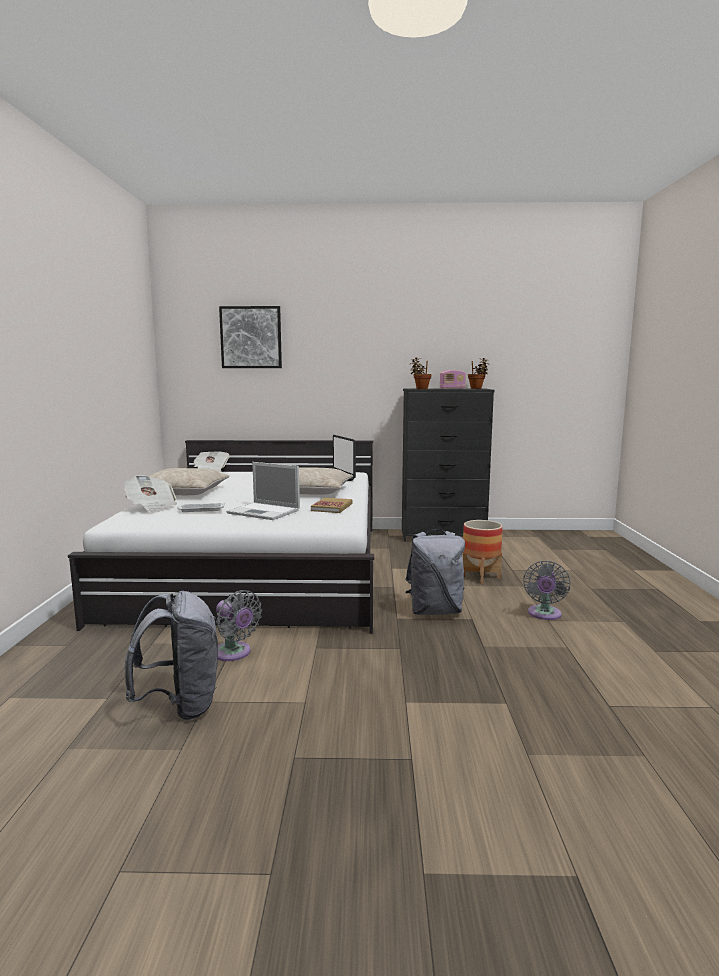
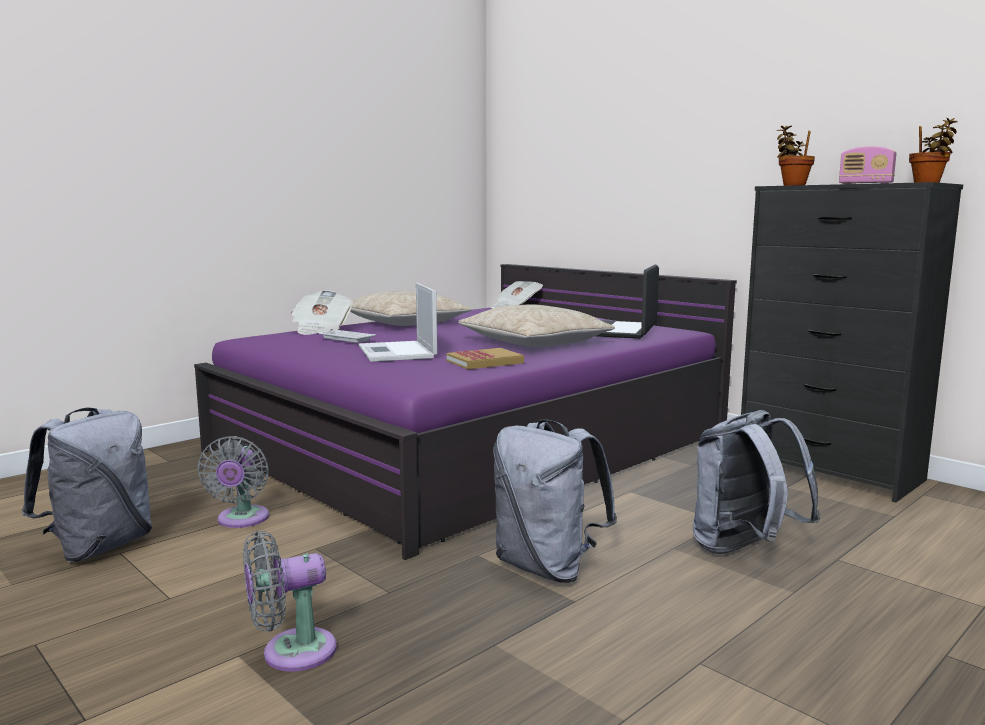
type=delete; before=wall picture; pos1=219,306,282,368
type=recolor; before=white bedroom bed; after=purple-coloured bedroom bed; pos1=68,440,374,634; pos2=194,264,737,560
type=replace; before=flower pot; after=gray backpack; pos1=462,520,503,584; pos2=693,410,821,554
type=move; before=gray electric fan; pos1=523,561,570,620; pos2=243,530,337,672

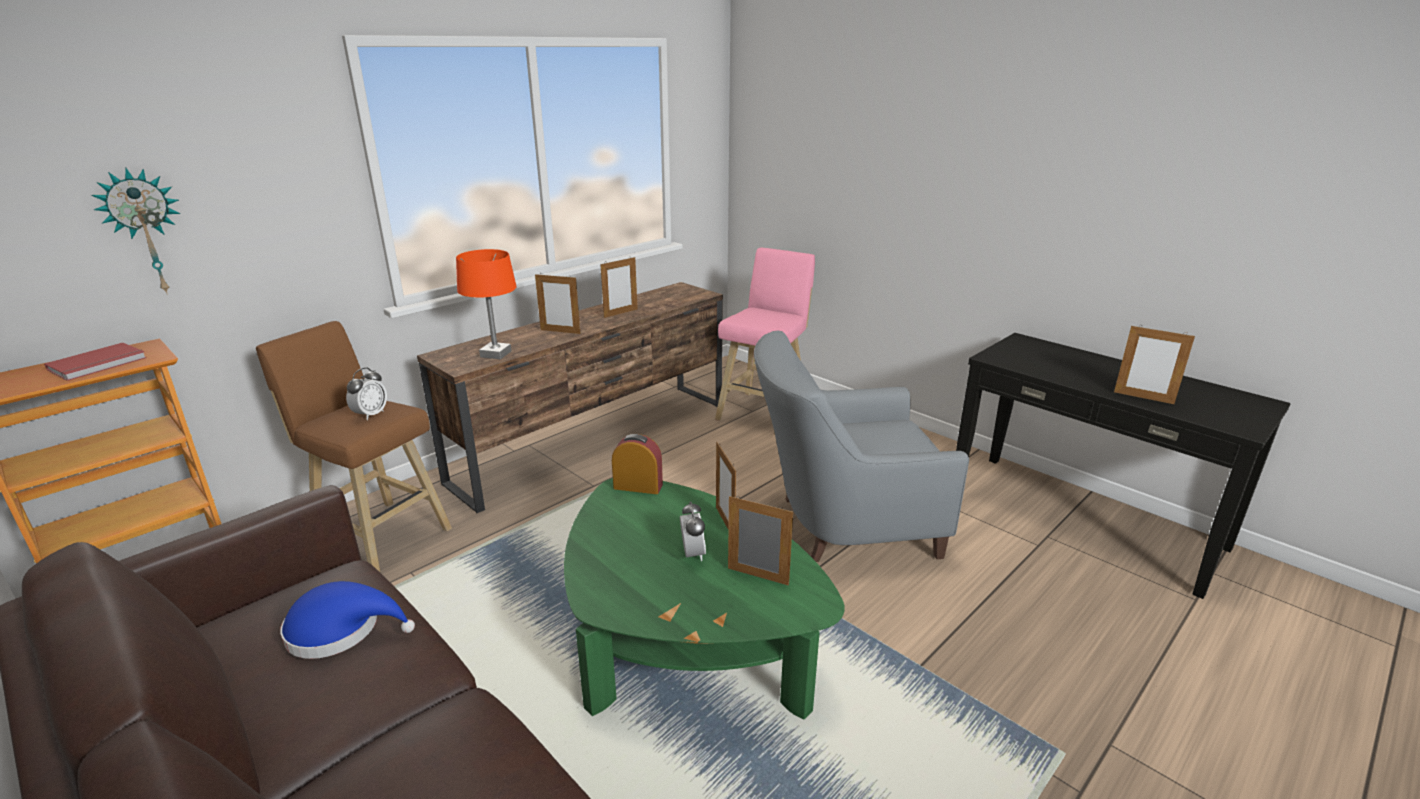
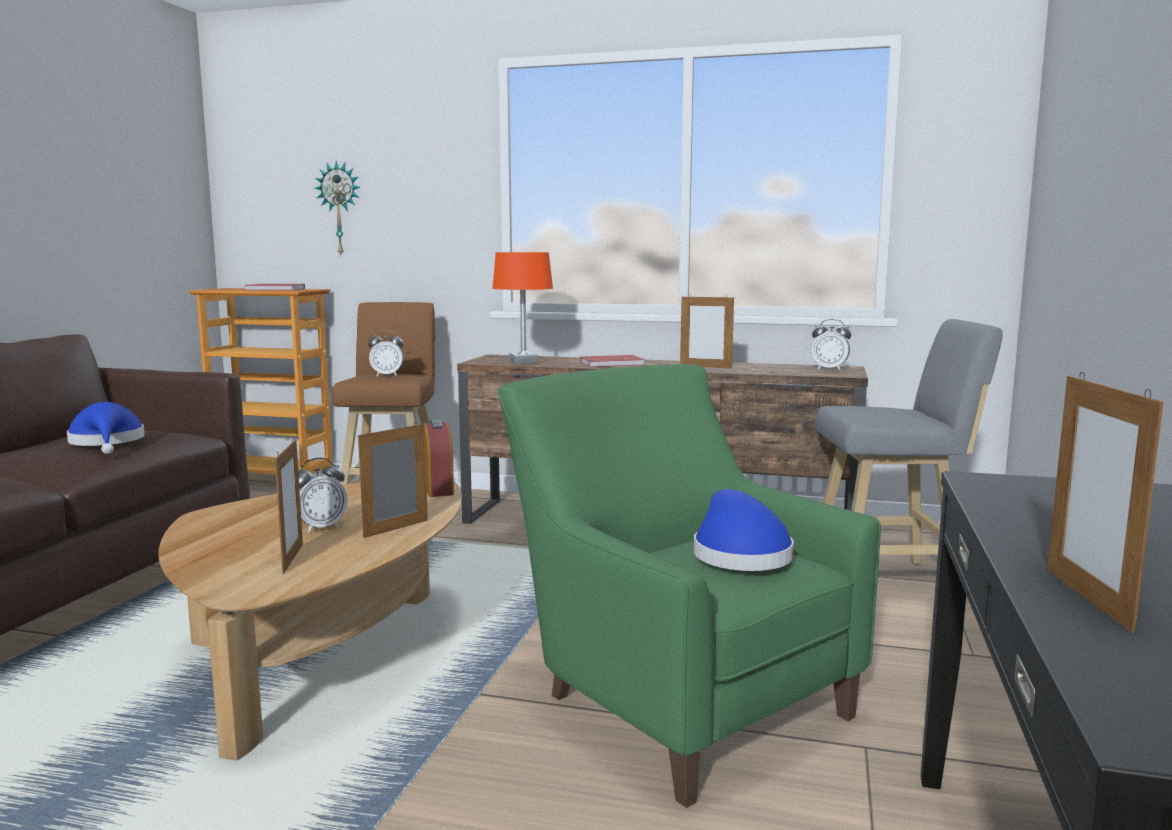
type=recolor; before=pinkish stool seat; after=gray stool seat; pos1=715,248,815,435; pos2=816,319,1003,565
type=replace; before=picture frame; after=reddish volume; pos1=535,274,581,334; pos2=580,355,645,367
type=recolor; before=gray armchair; after=green-coloured armchair; pos1=754,331,969,562; pos2=498,364,881,808
type=recolor; before=green-coloured low table; after=brown-coloured low table; pos1=564,478,845,720; pos2=159,482,462,761
type=insert; after=table clock; pos2=812,319,851,371
type=insert; after=blue hat; pos2=694,489,794,571

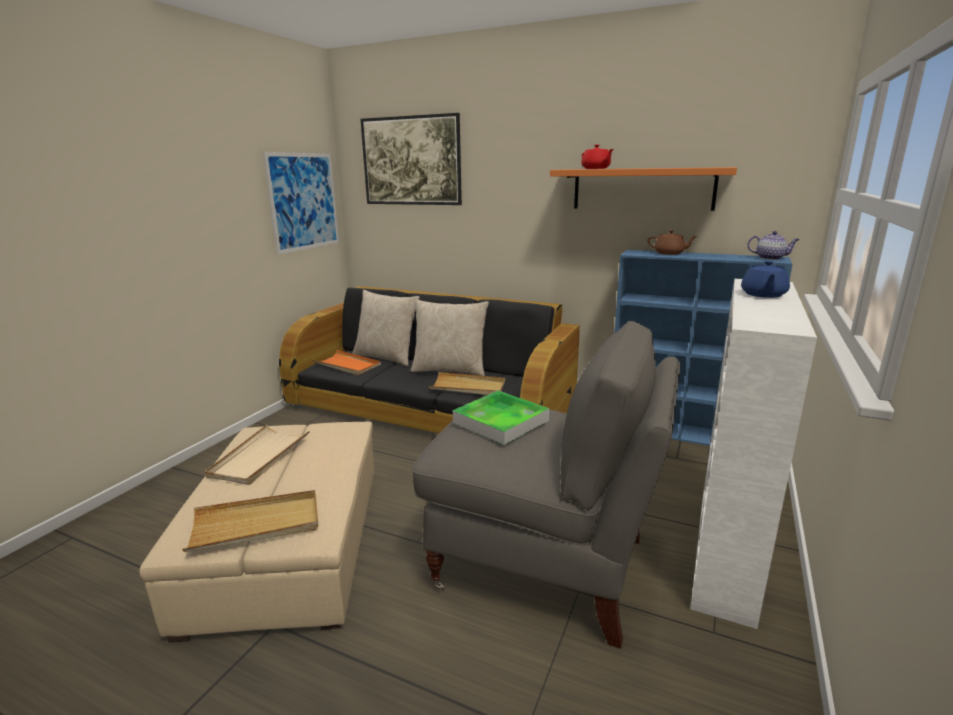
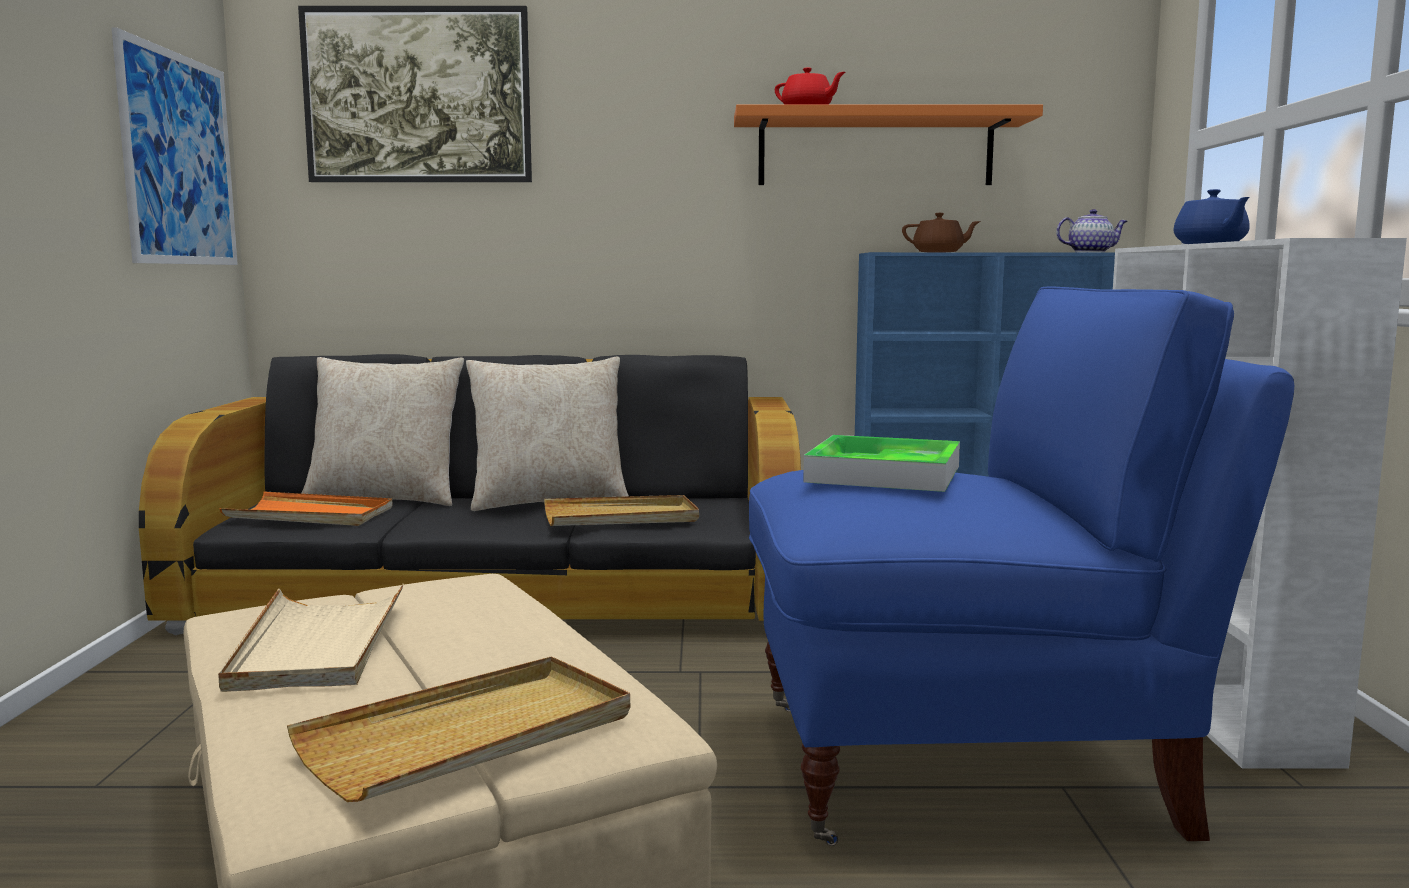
type=recolor; before=gray armchair; after=blue armchair; pos1=412,320,681,649; pos2=749,287,1294,846

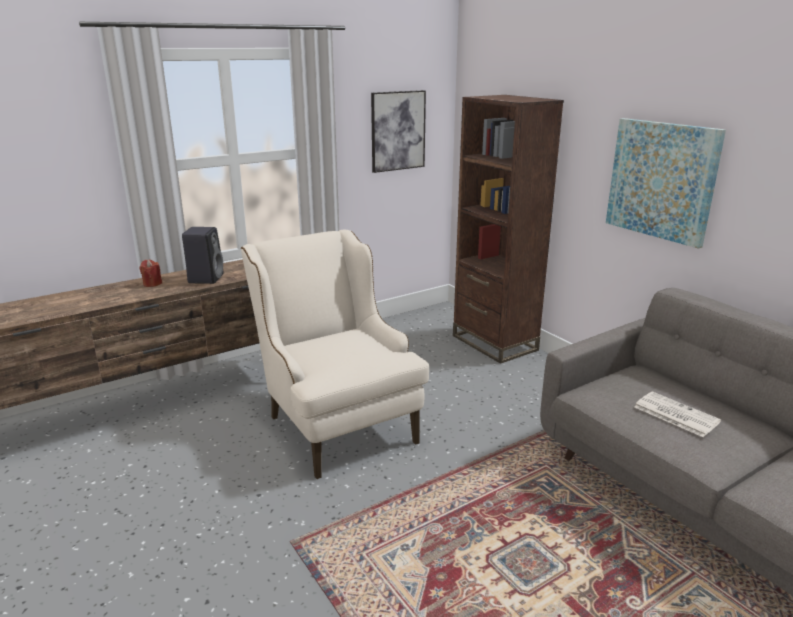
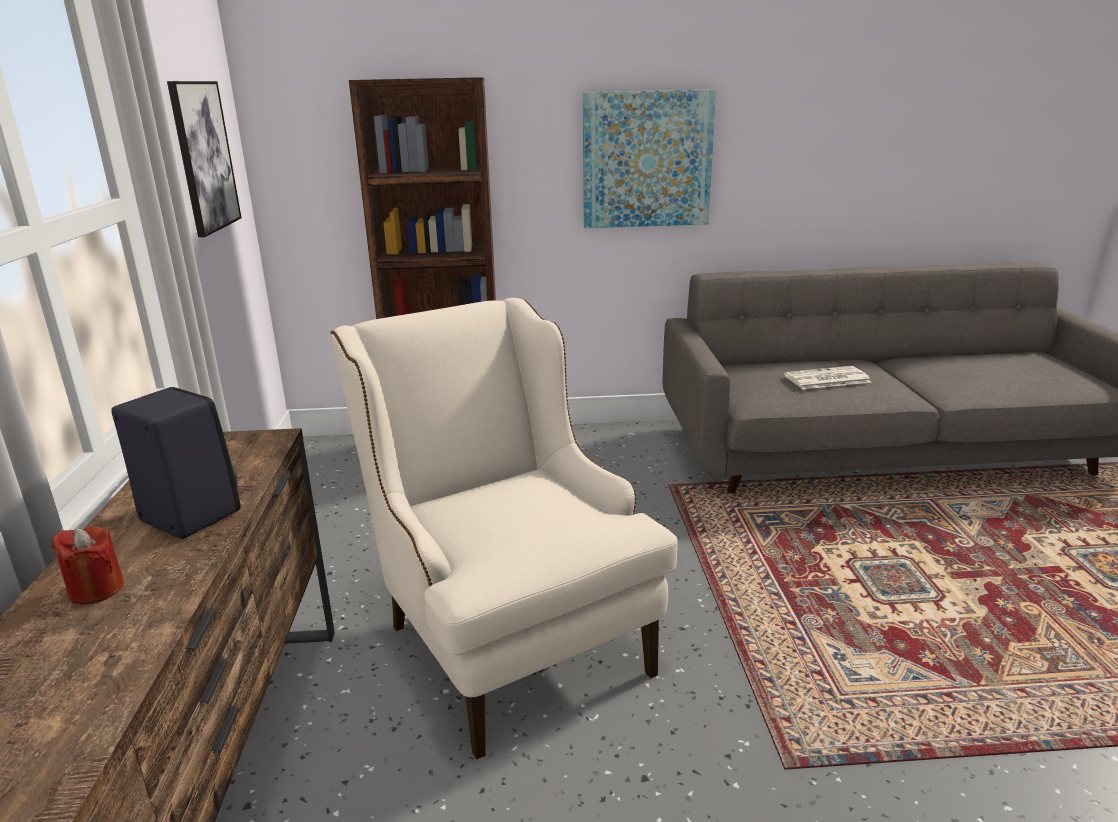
type=rotate; before=beige-coloured armchair; pos1=241,230,429,479; pos2=331,298,677,759; turn=60

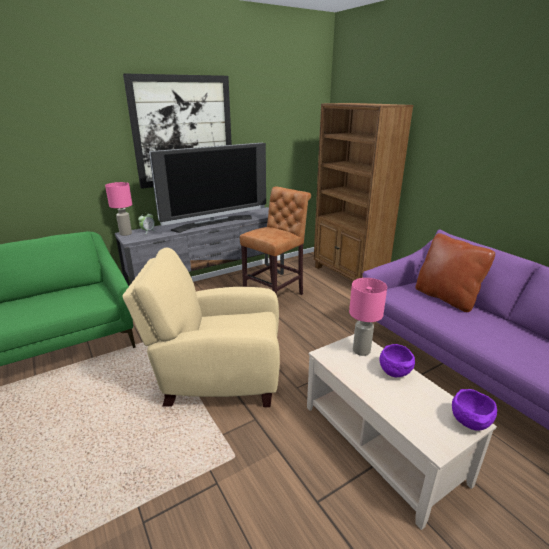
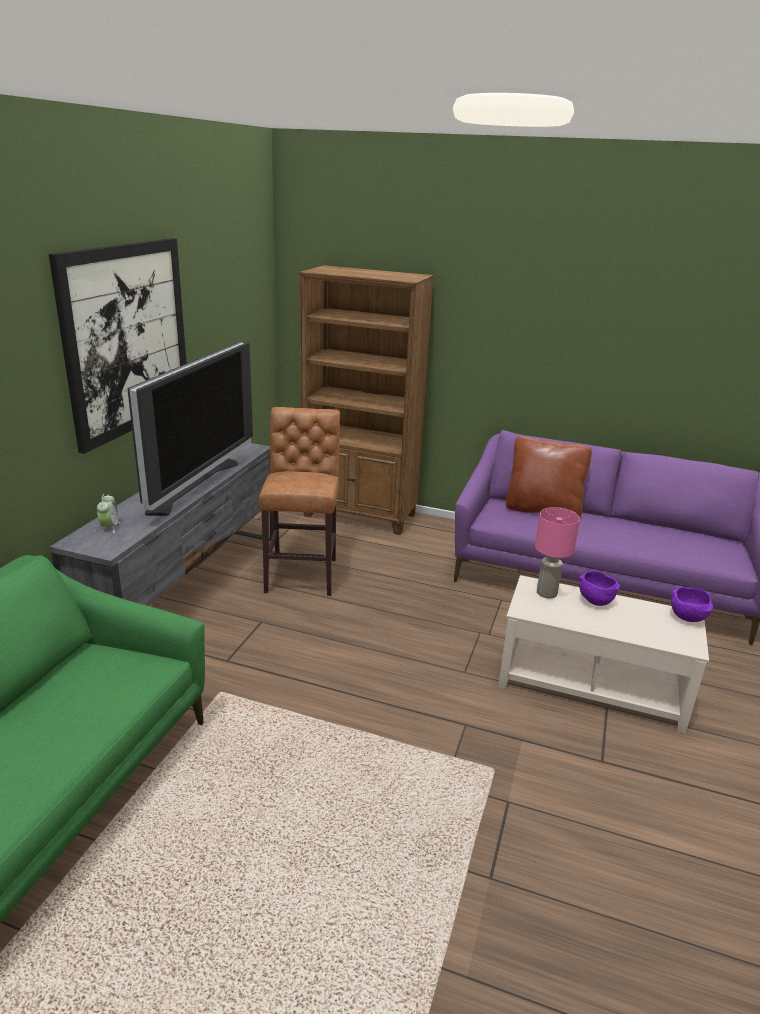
type=delete; before=pinkish tabletop lamp; pos1=105,182,132,236
type=delete; before=beige-coloured armchair; pos1=122,248,280,407

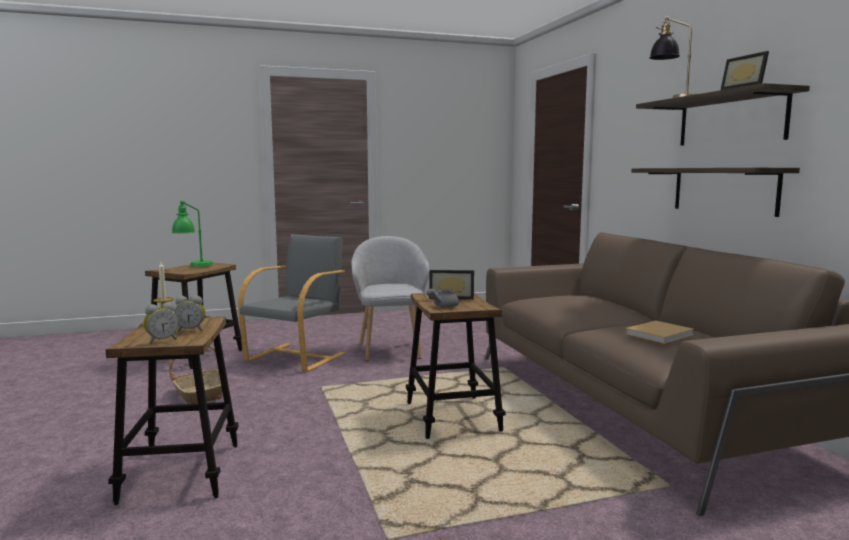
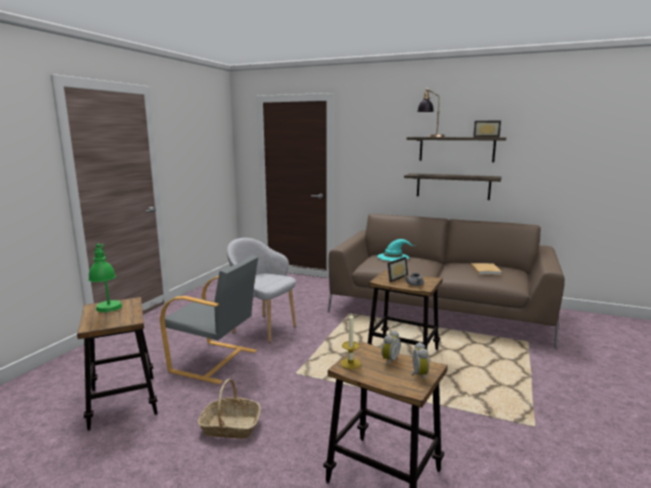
type=rotate; before=gray armchair; pos1=238,234,346,372; pos2=160,255,258,384; turn=135
type=insert; after=turquoise hat; pos2=377,239,416,261

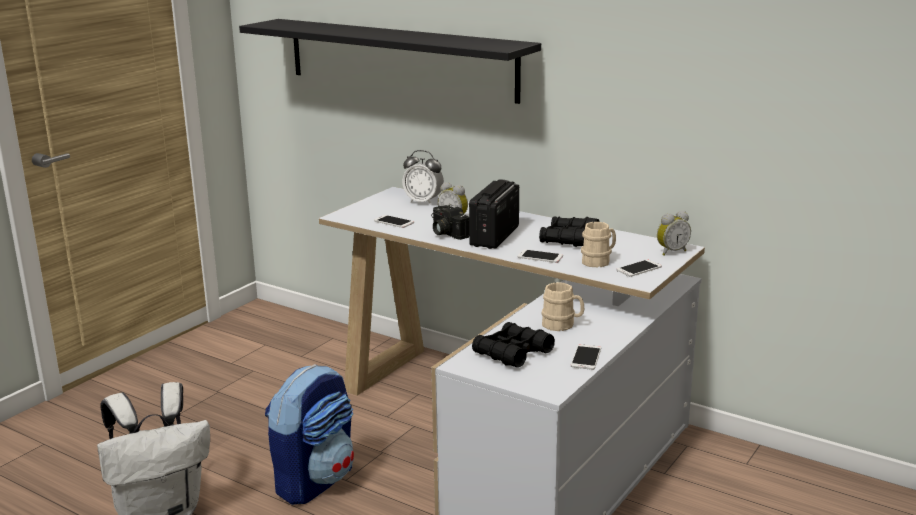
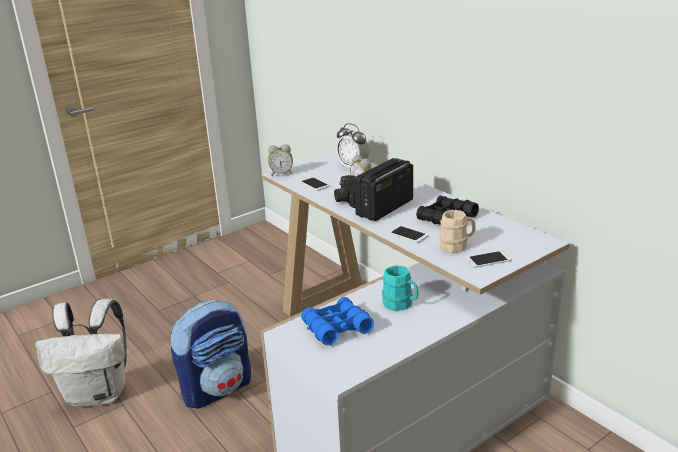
type=delete; before=blackish bracket shelf; pos1=239,19,541,104
type=move; before=table clock; pos1=657,211,691,256; pos2=268,144,293,176
type=recolor; before=beige-coloured tea mug; after=turquoise tea mug; pos1=541,282,584,331; pos2=382,265,418,311
type=recolor; before=blackish pair of binoculars; after=blue pair of binoculars; pos1=472,322,555,367; pos2=301,297,374,345
type=delete; before=telephone; pos1=571,344,601,370

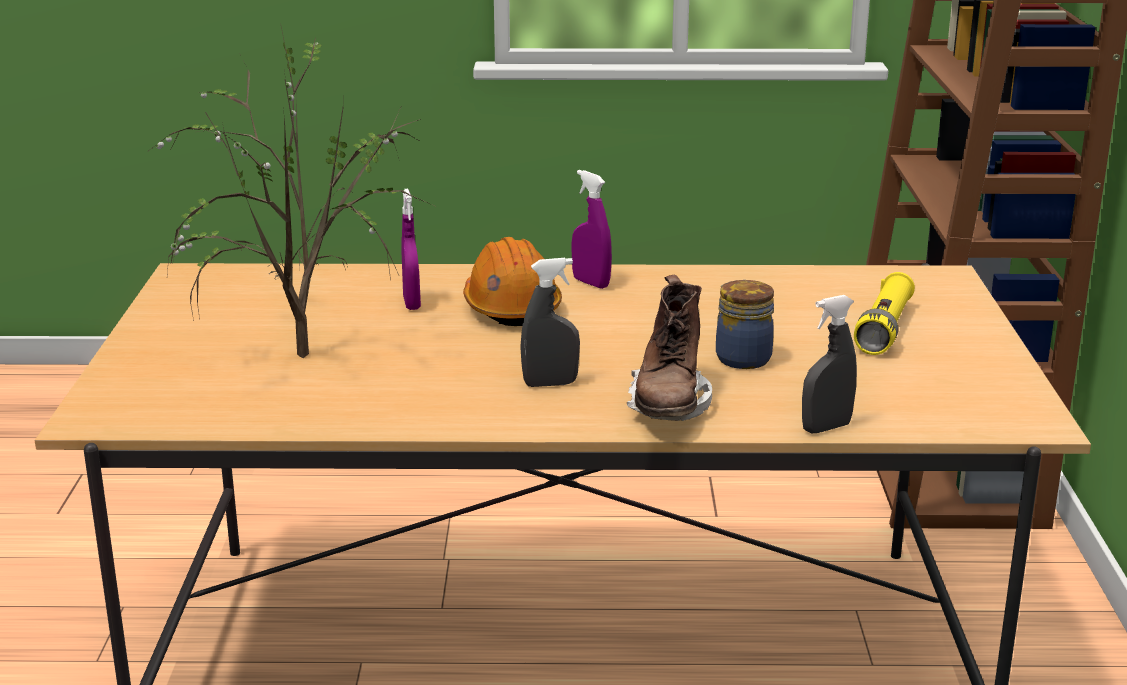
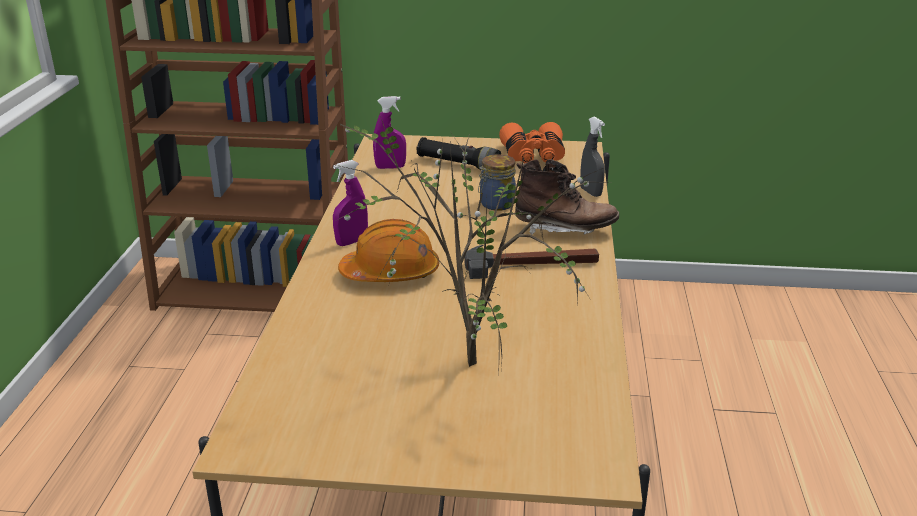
type=move; before=purple-coloured hand sprayer; pos1=401,189,421,310; pos2=373,96,406,169
type=replace; before=gray hand sprayer; after=tool hammer; pos1=520,258,580,387; pos2=464,245,599,279
type=recolor; before=yellowish hand torch; after=blackish hand torch; pos1=854,272,915,355; pos2=417,137,501,170
type=insert; after=orange pair of binoculars; pos2=499,122,565,163

